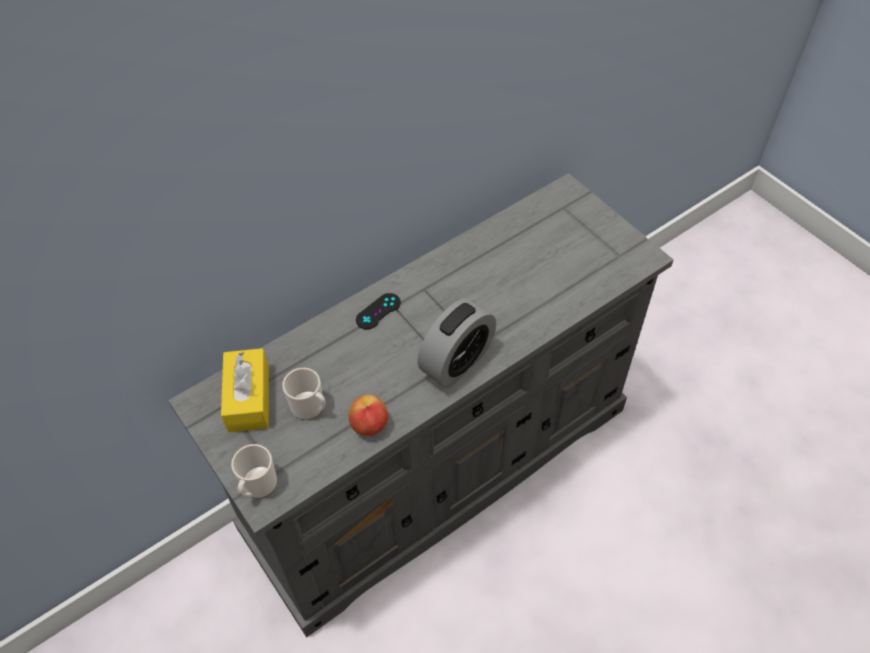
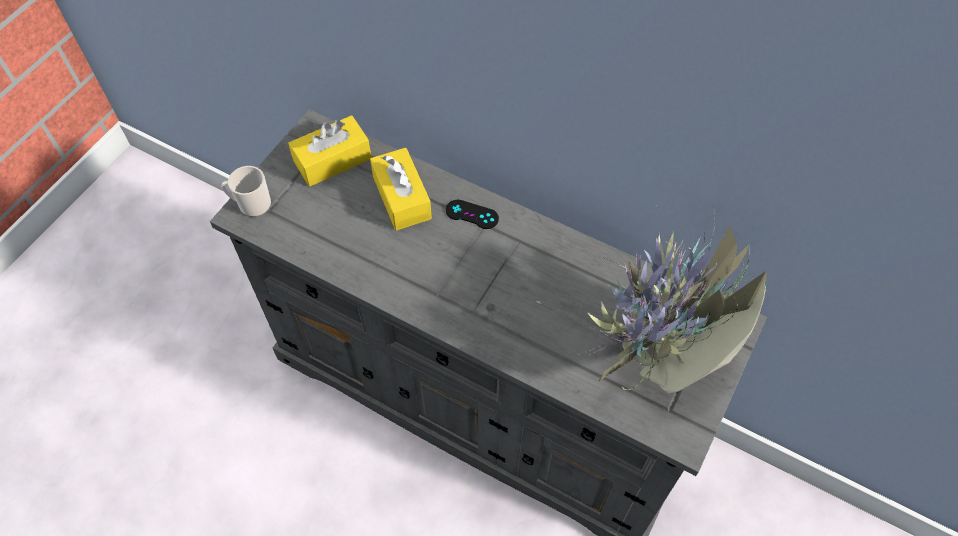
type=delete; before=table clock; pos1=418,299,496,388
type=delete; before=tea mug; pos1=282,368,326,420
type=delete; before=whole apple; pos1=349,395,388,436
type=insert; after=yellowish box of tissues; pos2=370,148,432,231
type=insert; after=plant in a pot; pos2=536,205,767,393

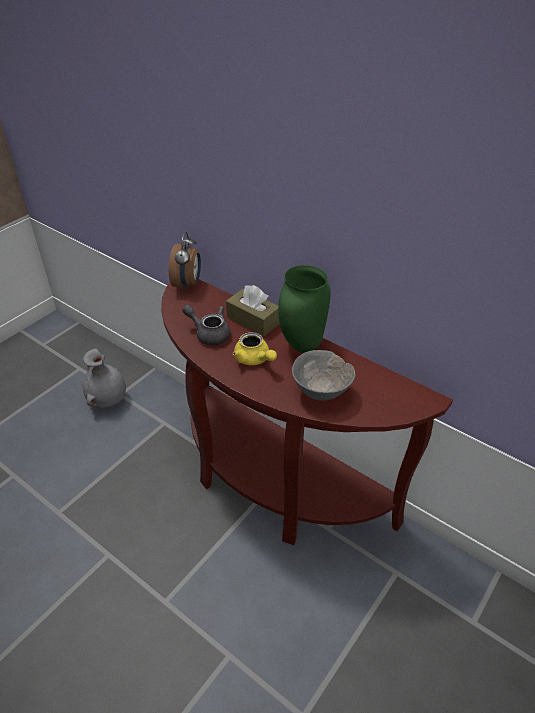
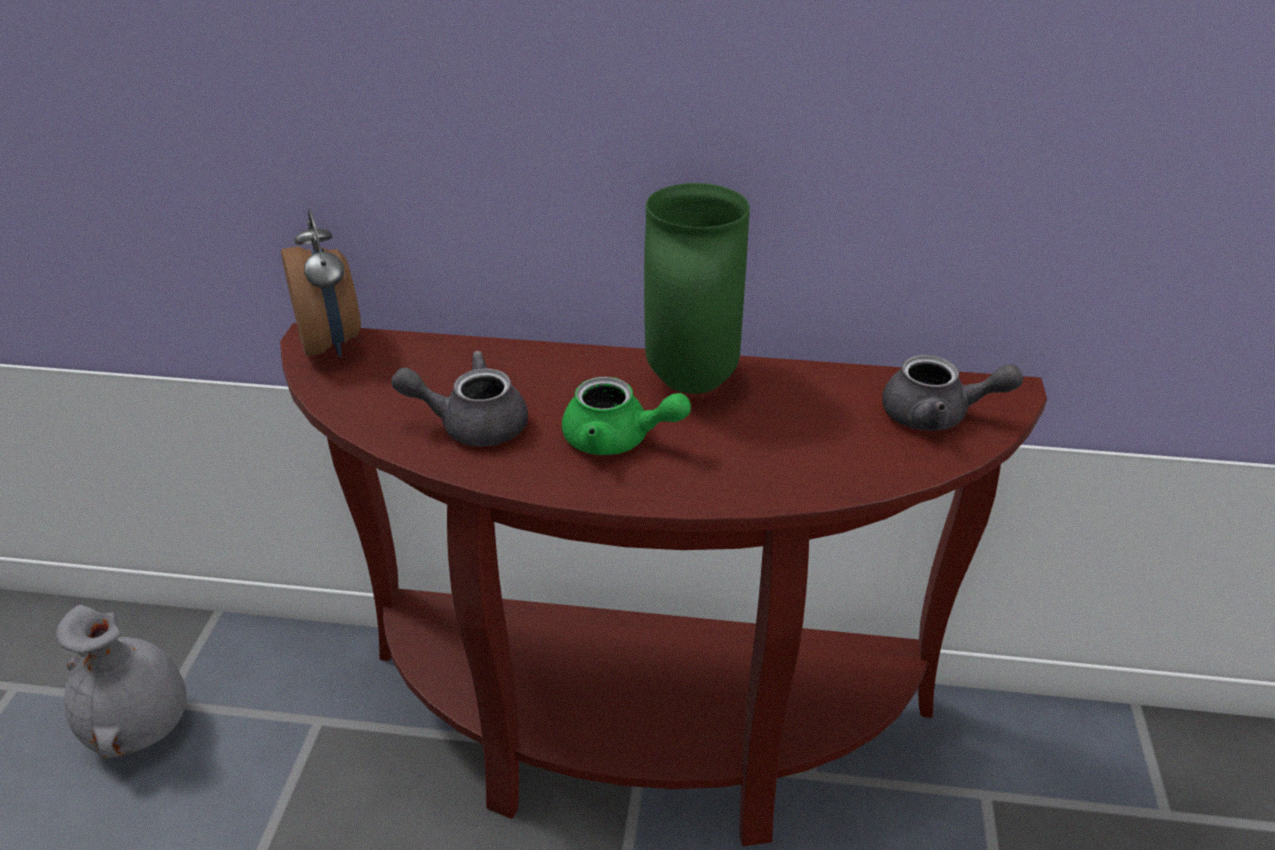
type=delete; before=brown-coloured box of tissues; pos1=226,285,280,336
type=recolor; before=yellowish tea pot; after=green-coloured tea pot; pos1=233,332,277,365; pos2=562,377,691,455
type=delete; before=gray deep dish; pos1=292,350,355,401
type=insert; after=gray tea pot; pos2=882,355,1024,431

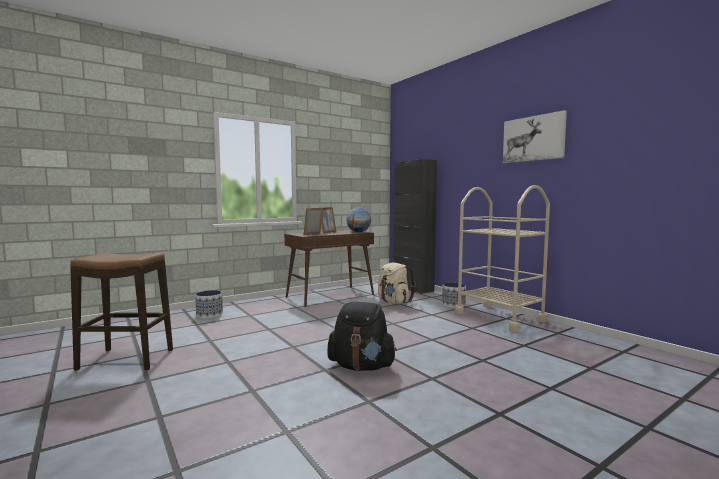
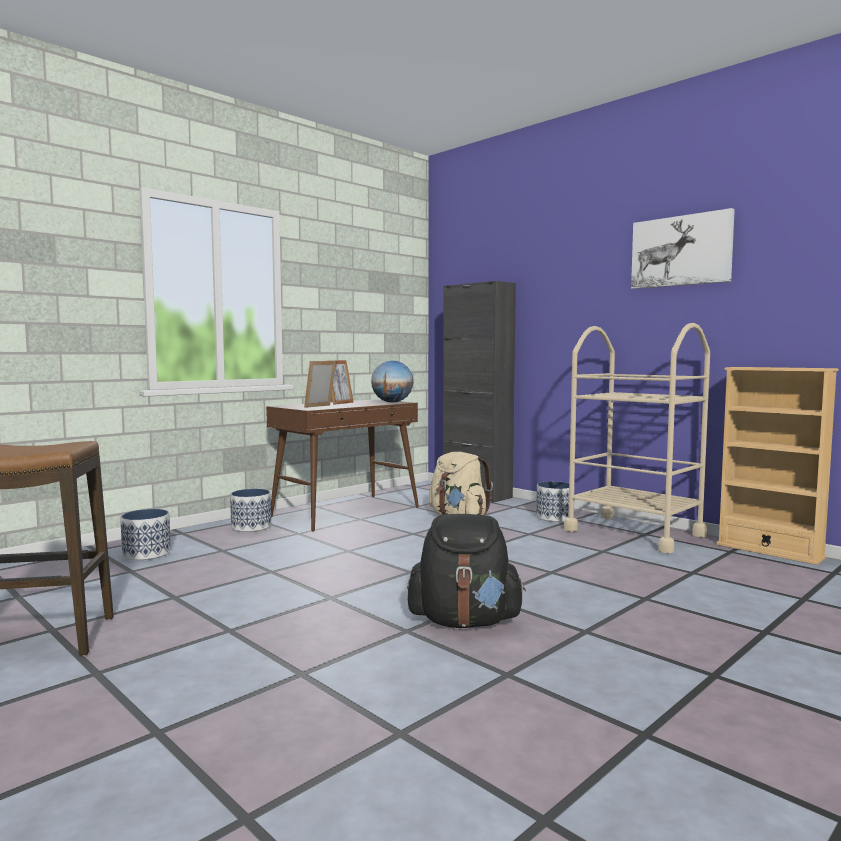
type=insert; after=beige-coloured bookcase; pos2=716,367,839,565
type=insert; after=flower pot; pos2=230,489,271,532

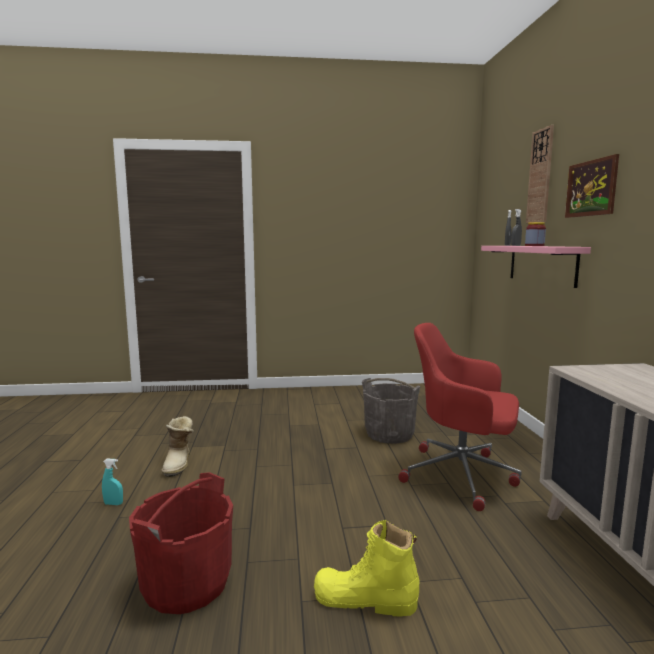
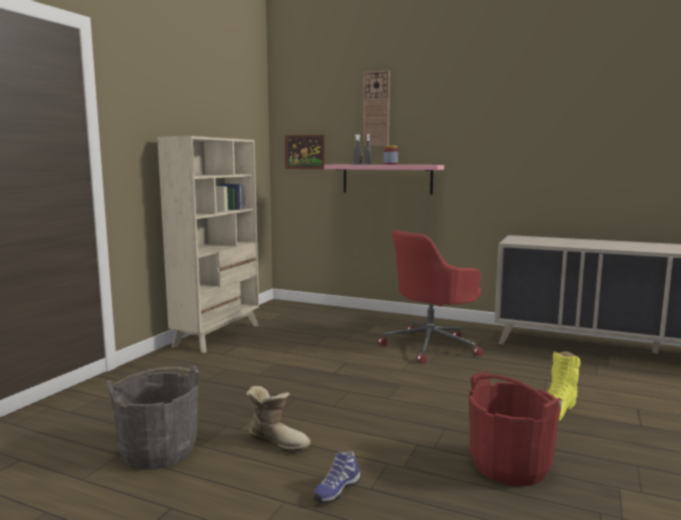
type=move; before=wall picture; pos1=565,154,619,218; pos2=285,135,325,169
type=move; before=gray bucket; pos1=362,378,420,444; pos2=107,365,199,469
type=replace; before=turquoise hand sprayer; after=item of footwear; pos1=102,459,123,505; pos2=314,451,361,504
type=insert; after=beige-coloured bookcase; pos2=157,136,259,353

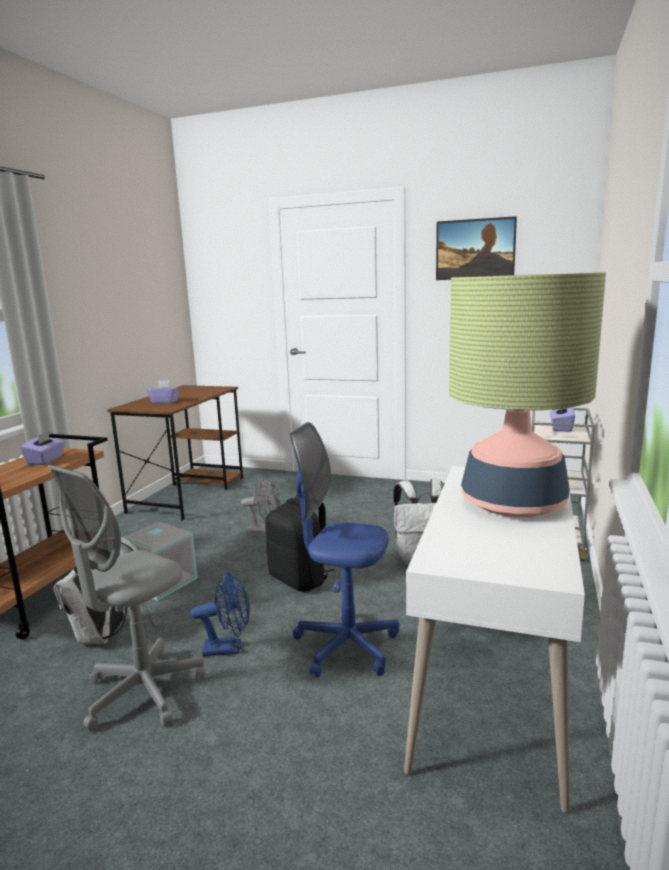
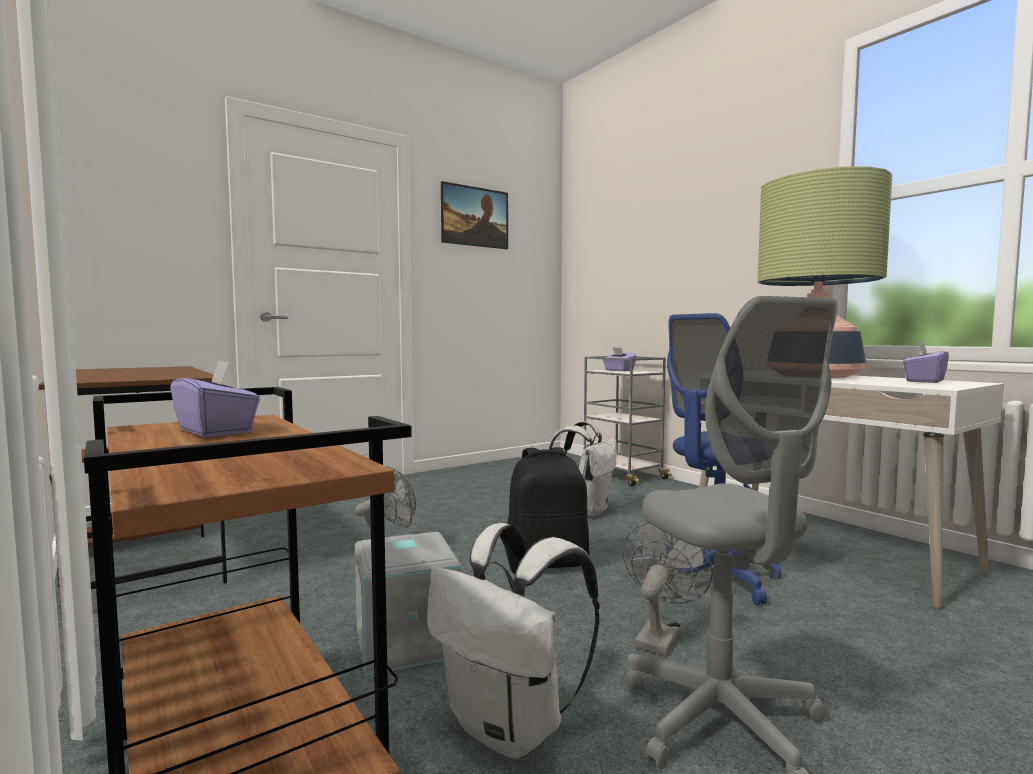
type=move; before=purple-coloured box of tissues; pos1=147,380,179,403; pos2=902,342,949,383
type=recolor; before=blue electric fan; after=gray electric fan; pos1=190,572,250,657; pos2=622,522,713,655

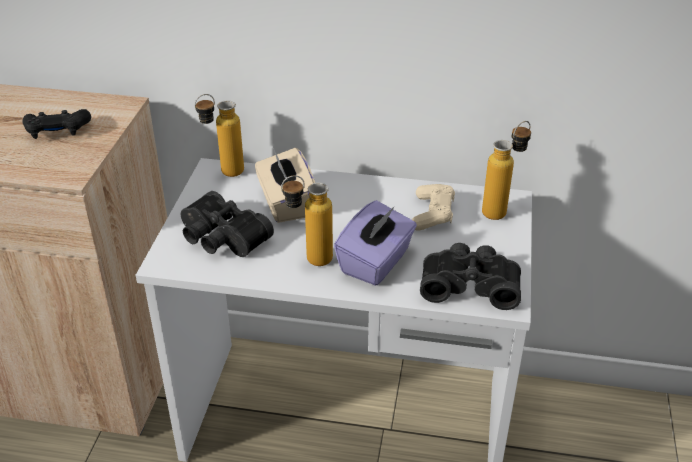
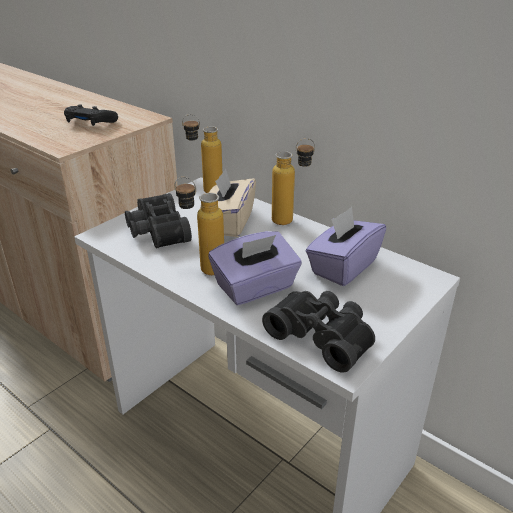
type=move; before=drink bottle; pos1=482,121,531,220; pos2=272,138,315,225
type=replace; before=beige-coloured game controller; after=purple-coloured box of tissues; pos1=412,184,455,231; pos2=306,207,386,286

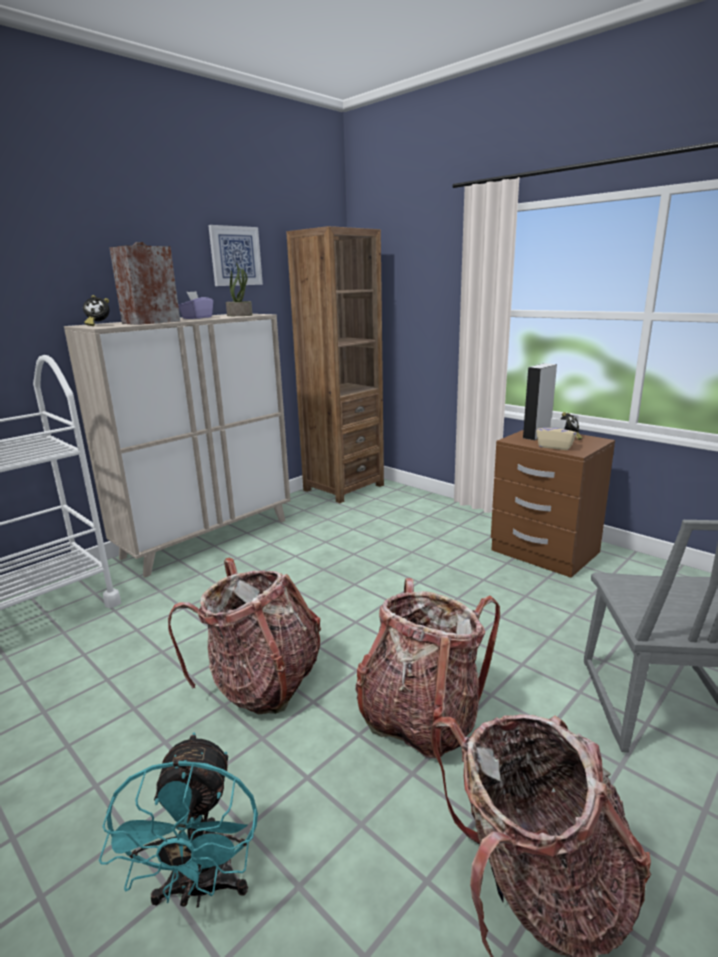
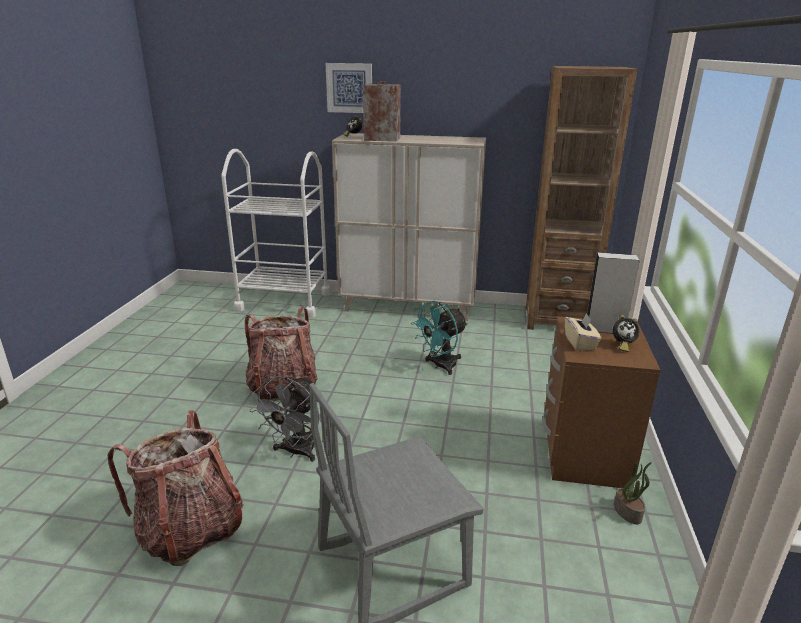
type=move; before=wall picture; pos1=208,225,263,286; pos2=326,63,372,113
type=move; before=plant in a pot; pos1=226,263,253,316; pos2=614,462,652,524
type=delete; before=purple-coloured box of tissues; pos1=178,291,213,319
type=replace; before=backpack; after=gray electric fan; pos1=355,578,500,759; pos2=250,376,321,462
type=move; before=turquoise electric fan; pos1=99,732,258,908; pos2=411,301,468,375

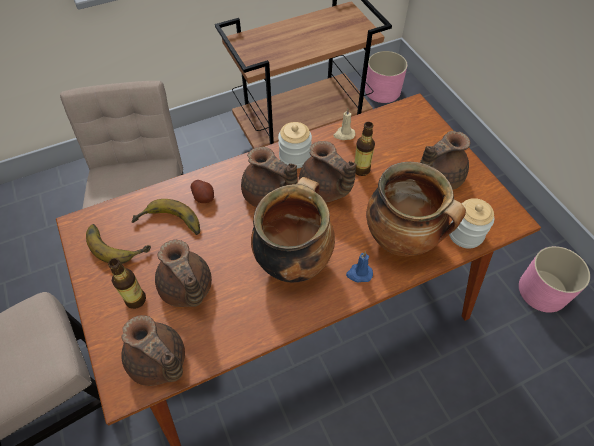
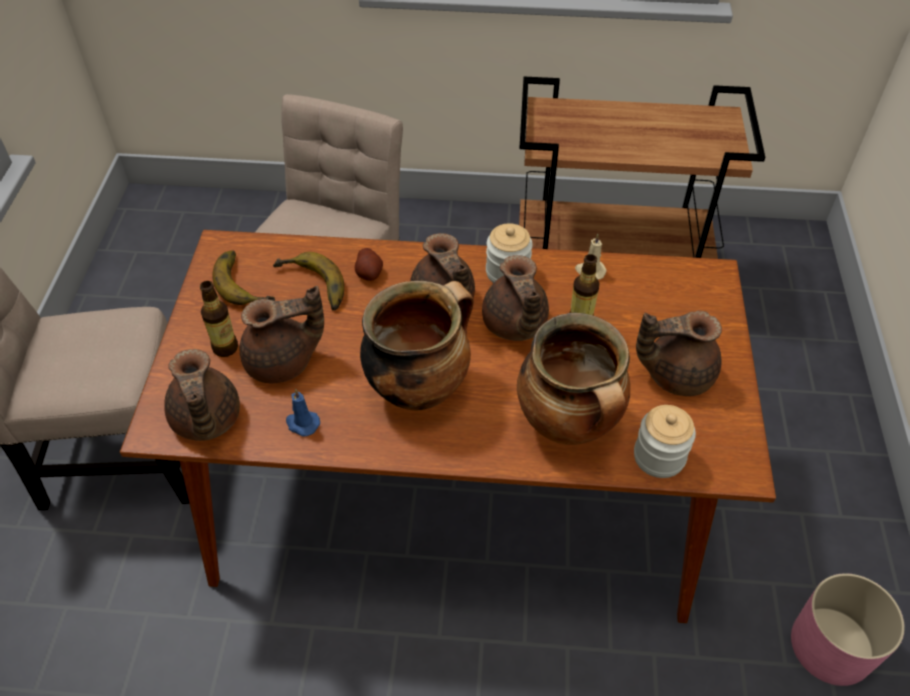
type=delete; before=pinkish flower pot; pos1=365,51,407,103
type=rotate; before=brown-coloured tea pot; pos1=155,240,212,307; pos2=240,286,324,384; turn=-105
type=move; before=blue wax candle; pos1=346,251,373,283; pos2=286,389,320,437

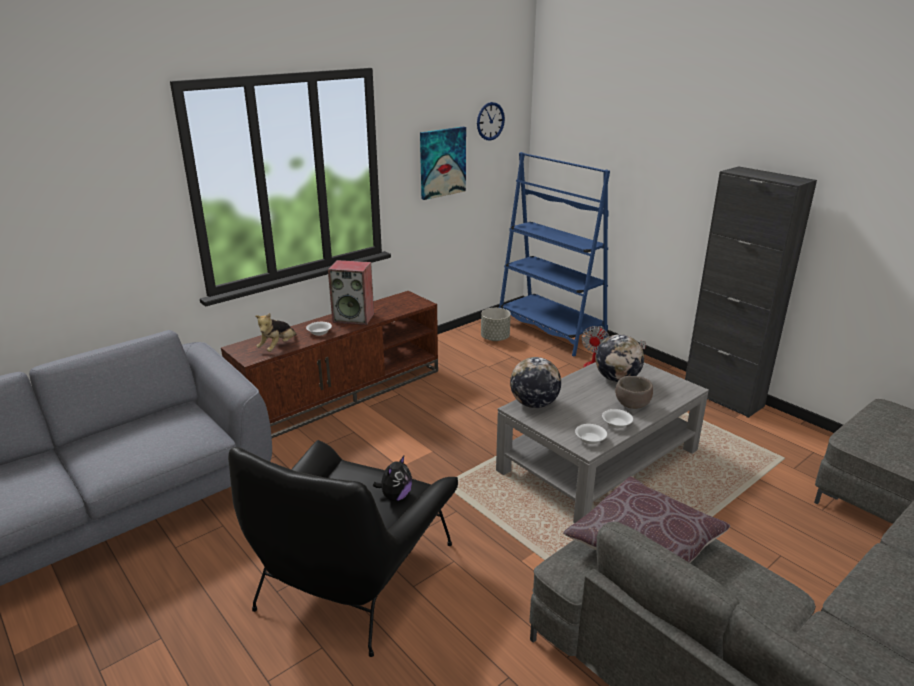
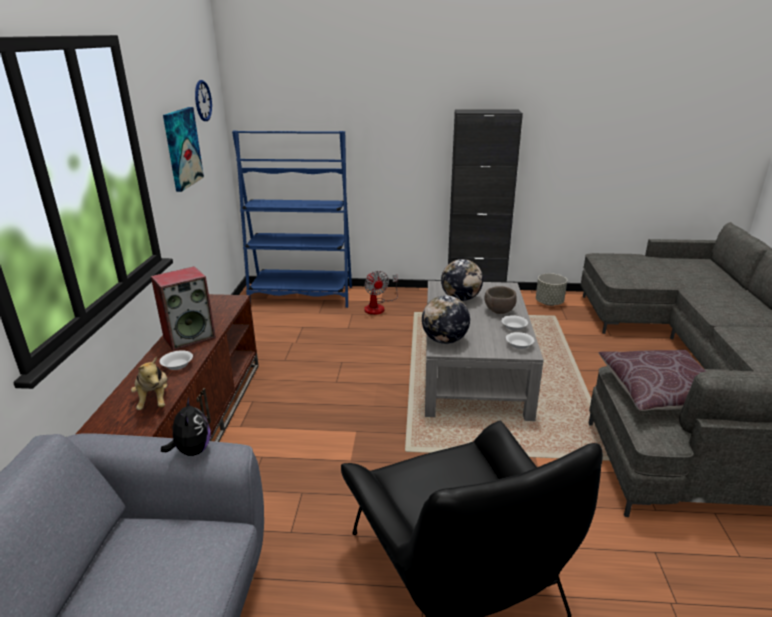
type=move; before=gray flower pot; pos1=481,308,511,341; pos2=536,273,567,306
type=move; before=plush toy; pos1=373,456,412,501; pos2=161,397,211,456

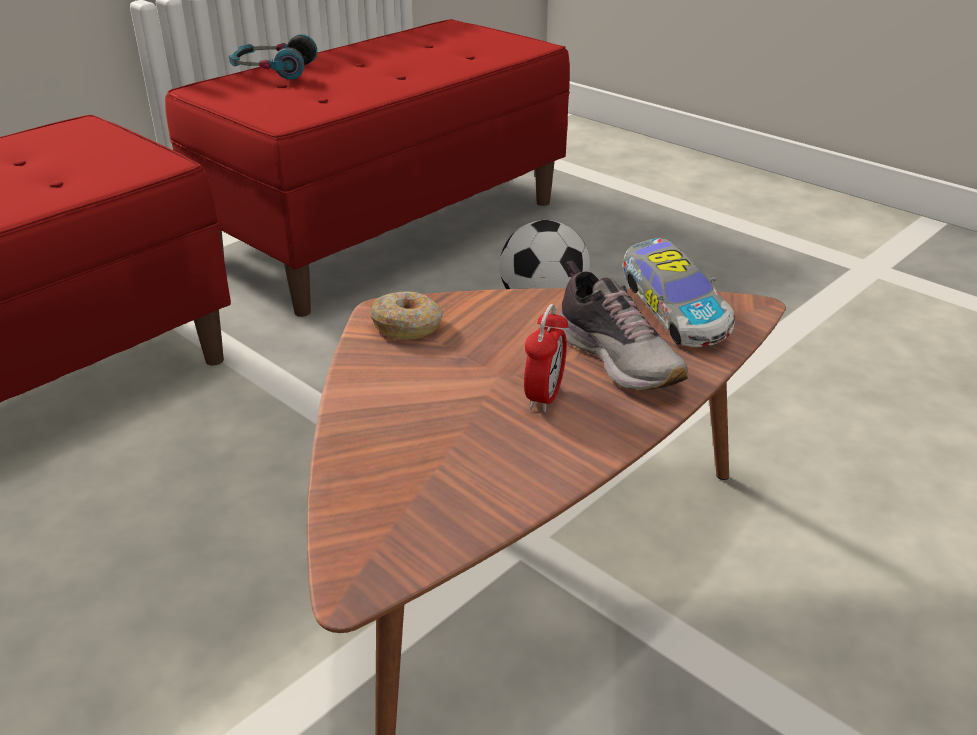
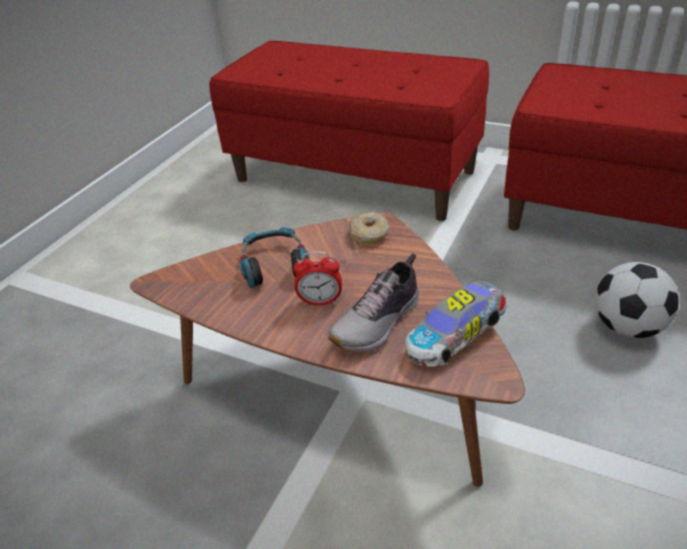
type=move; before=headset; pos1=229,34,317,80; pos2=240,227,309,288

